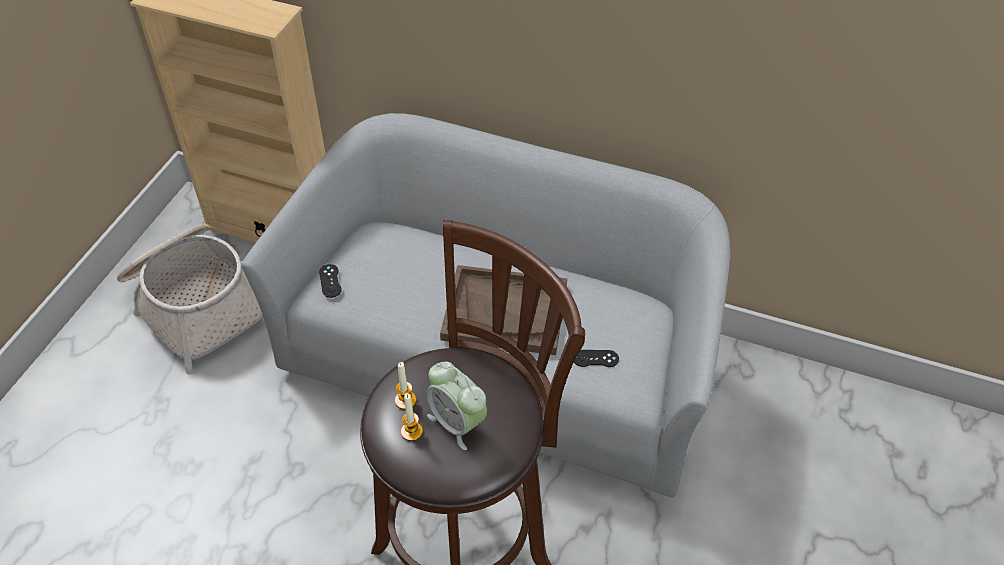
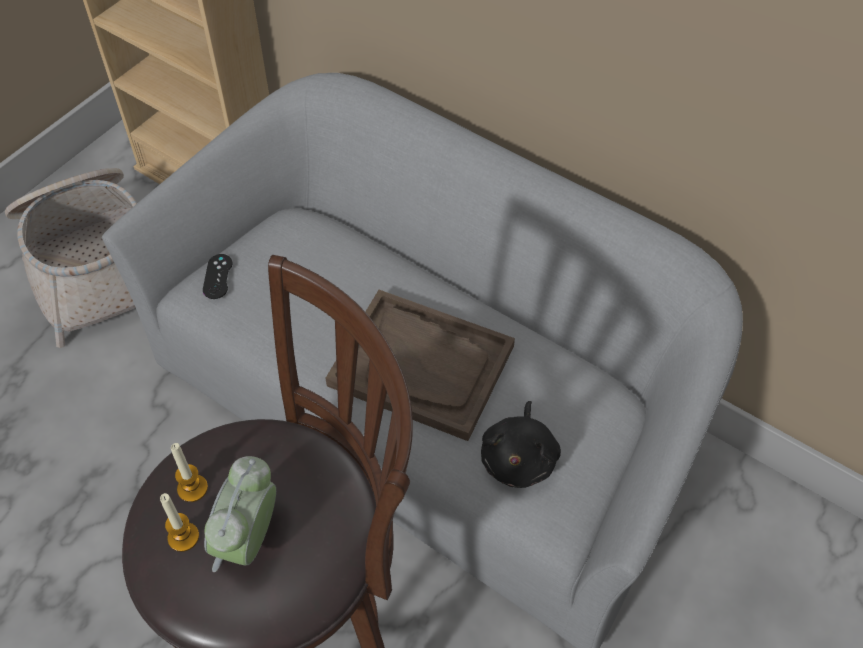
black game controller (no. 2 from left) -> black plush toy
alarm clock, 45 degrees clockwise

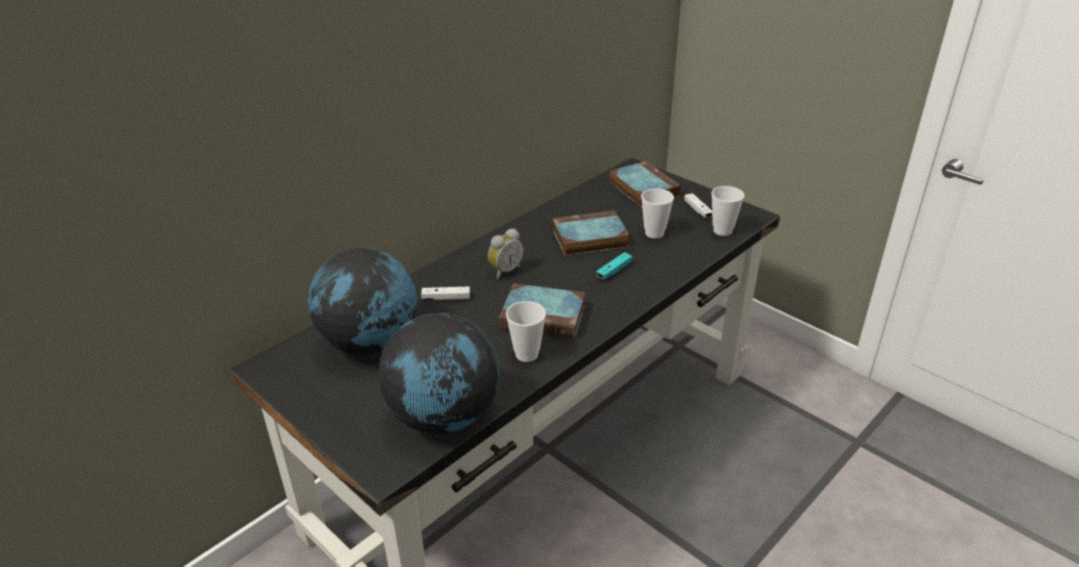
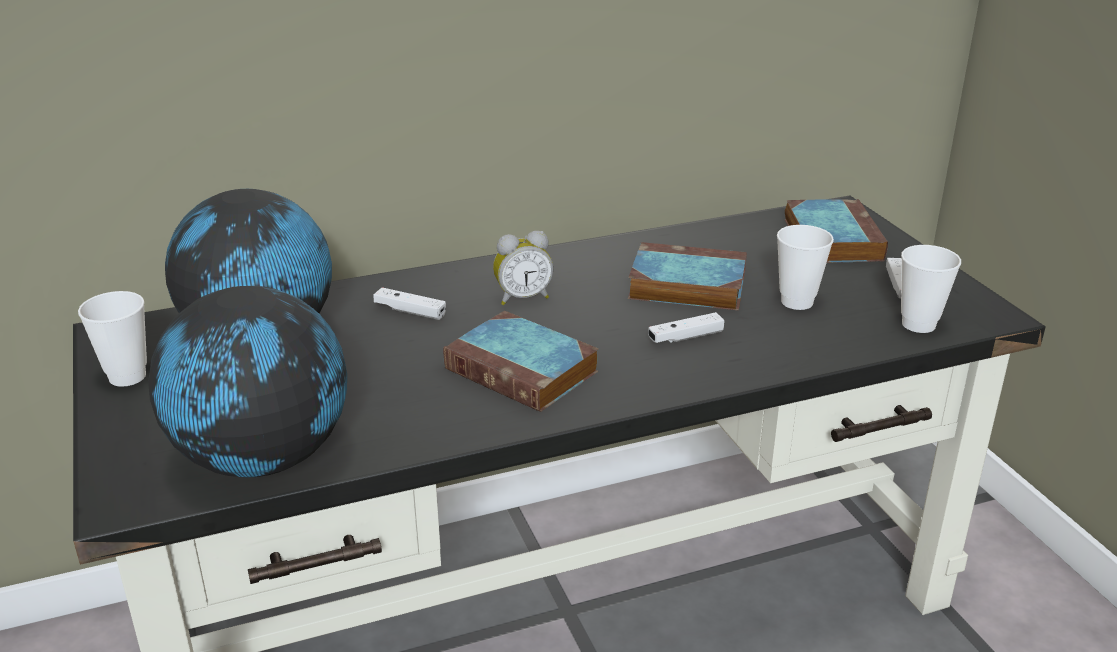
turquoise game controller -> white game controller (no. 2 from left)
cup (no. 1 from left), relocated

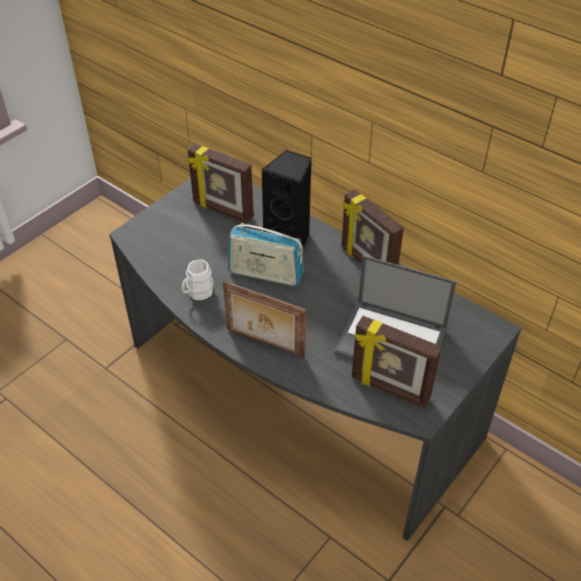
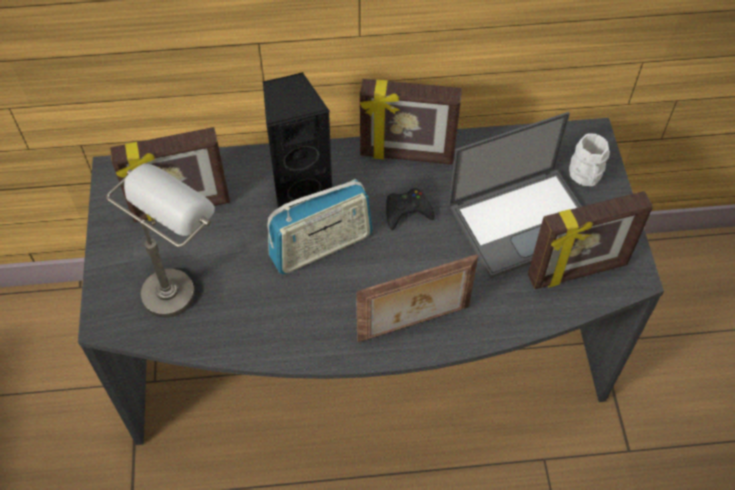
white mug, relocated
none -> grey table lamp
none -> black game controller

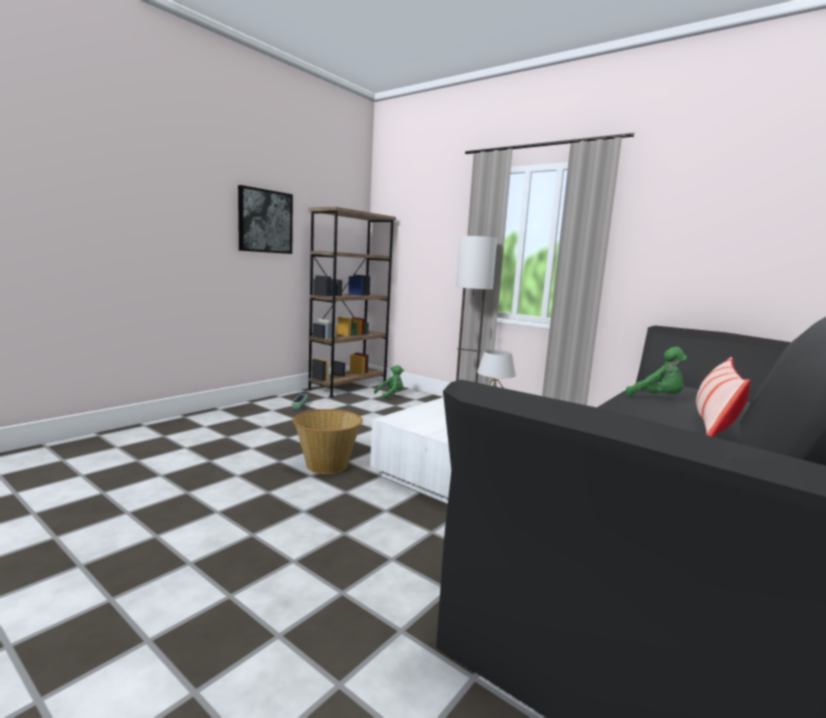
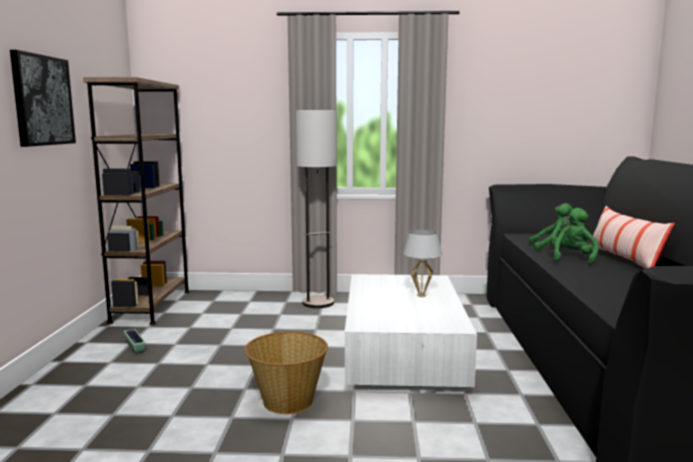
green plush toy (no. 1 from left in the first image) -> green plush toy (no. 2 from left), relocated

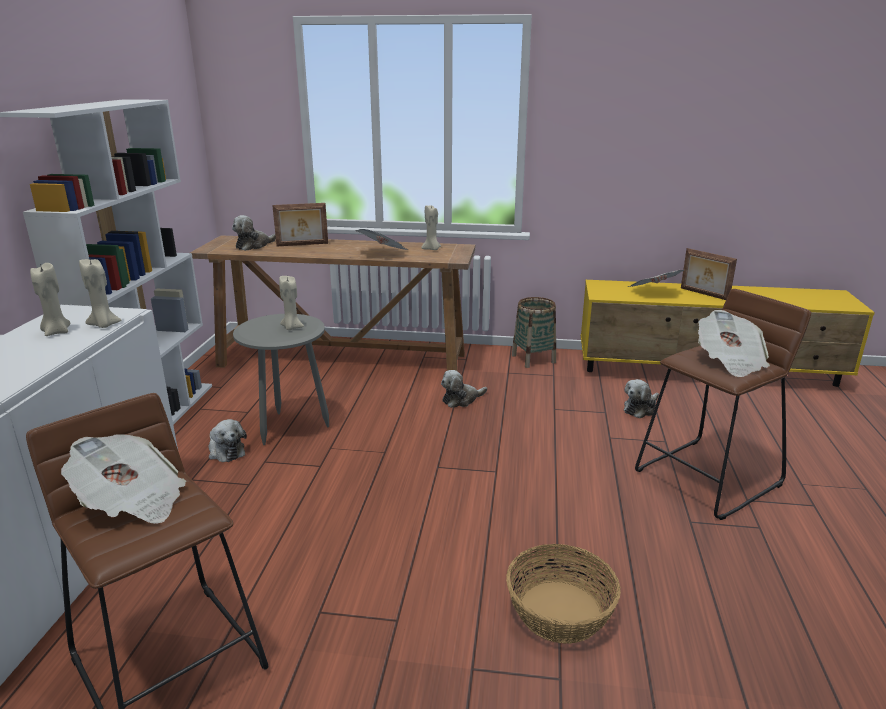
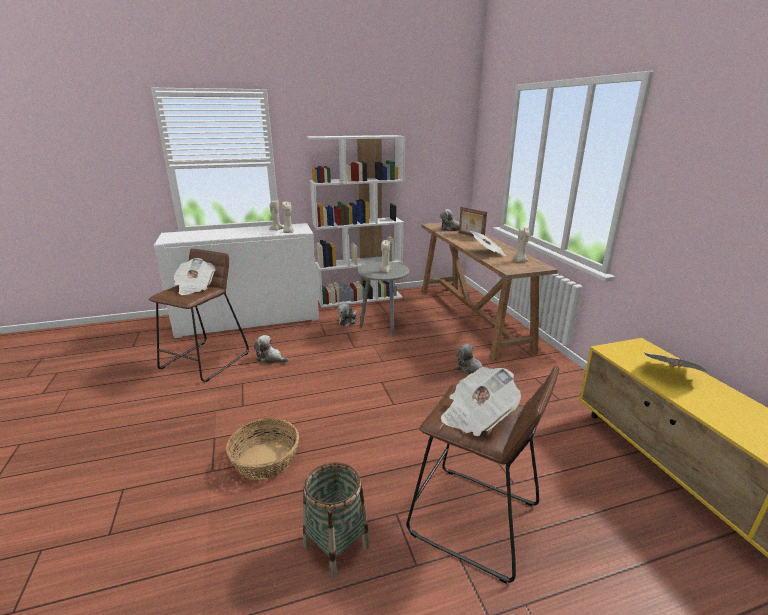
picture frame (no. 2 from left) -> none
basket (no. 1 from left in the first image) -> basket (no. 2 from left), relocated
plush toy (no. 4 from left in the first image) -> plush toy (no. 1 from left), relocated

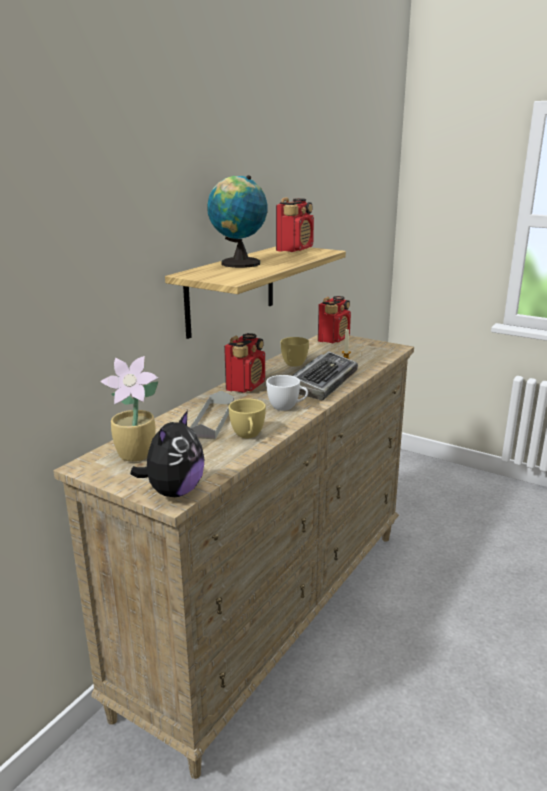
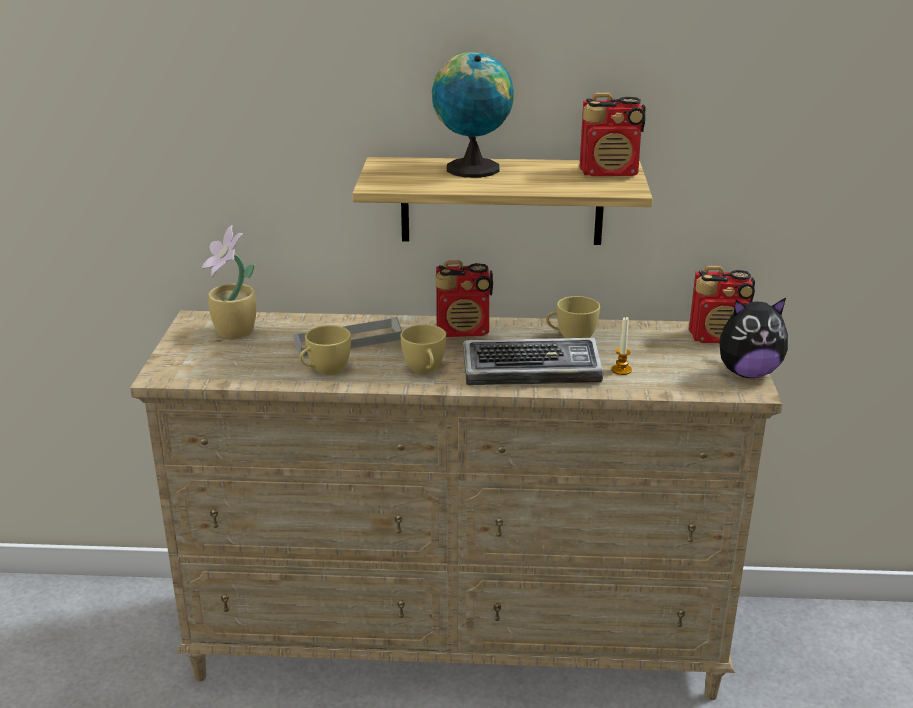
white cup -> yellow cup (no. 2 from left)
plush toy, relocated

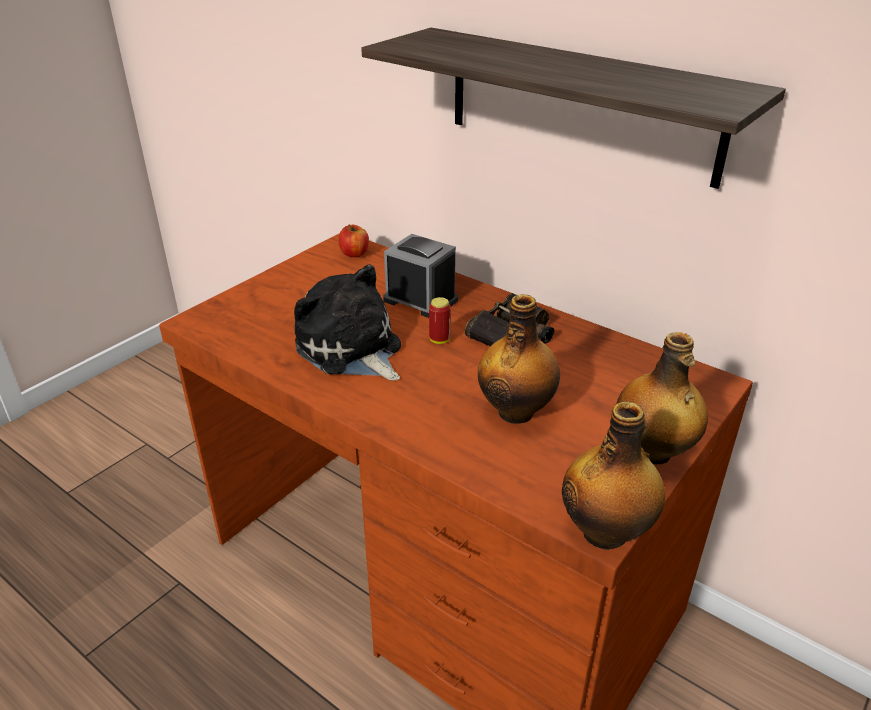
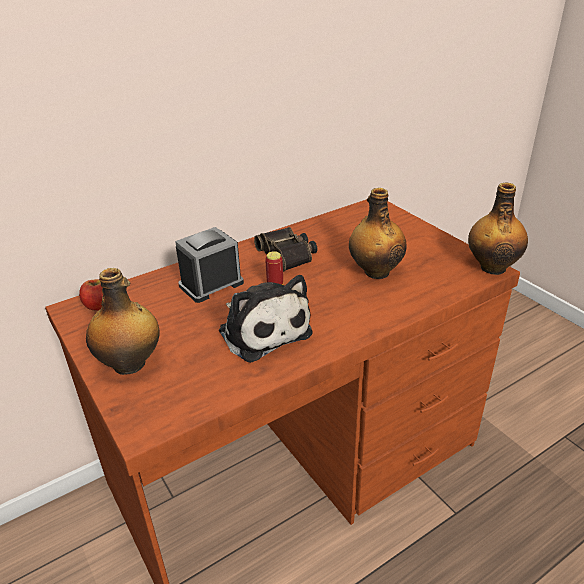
shelf -> none
plush toy, 105 degrees counterclockwise
bottle (no. 3 from left in the first image) -> bottle (no. 1 from left), relocated

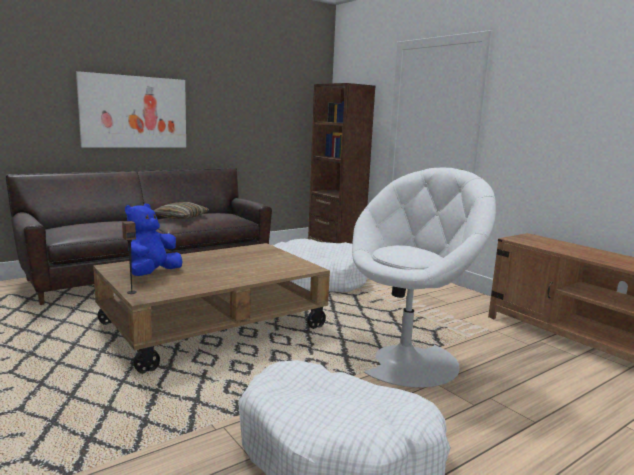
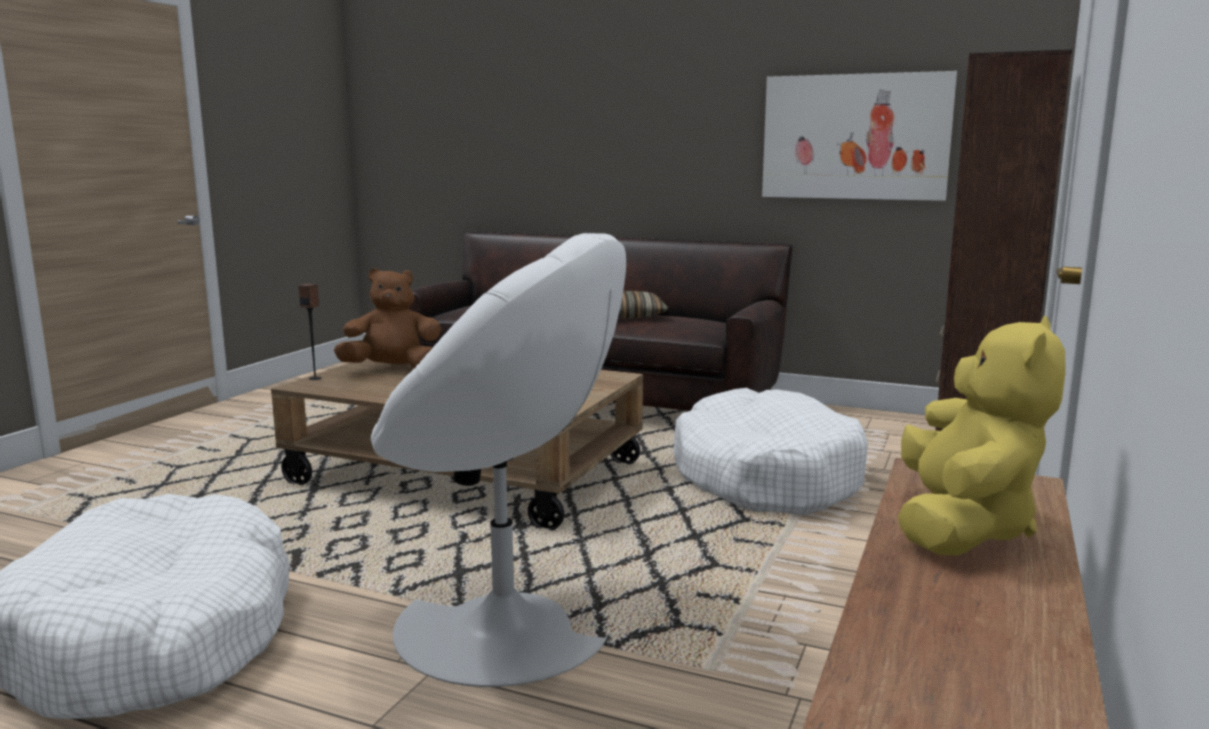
picture, relocated
blue plush toy -> brown plush toy
none -> yellow plush toy

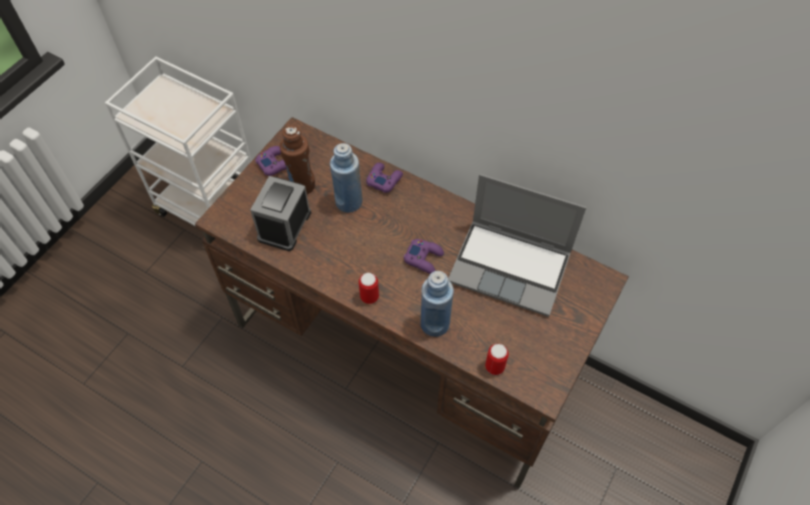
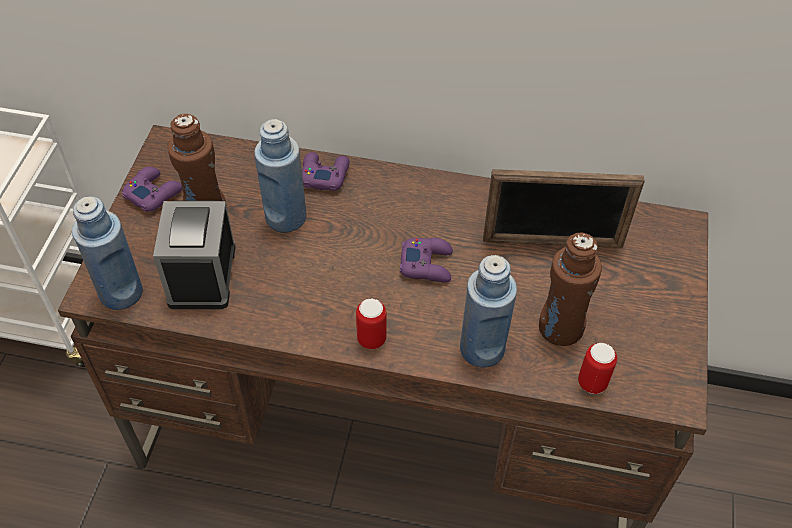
laptop -> picture frame
none -> blue bottle (no. 1 from left)
none -> brown bottle (no. 2 from left)

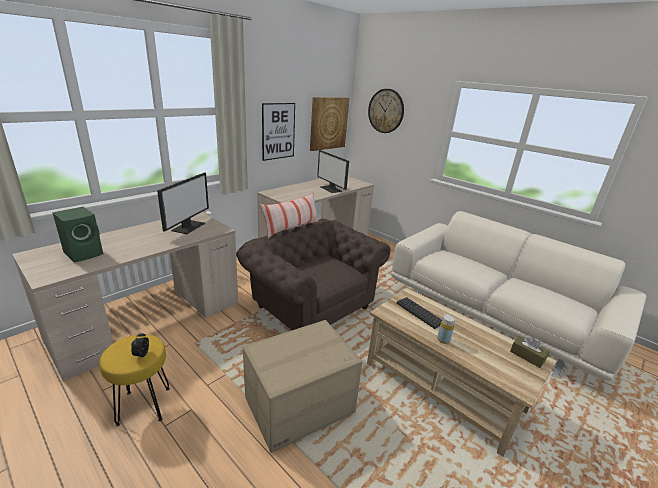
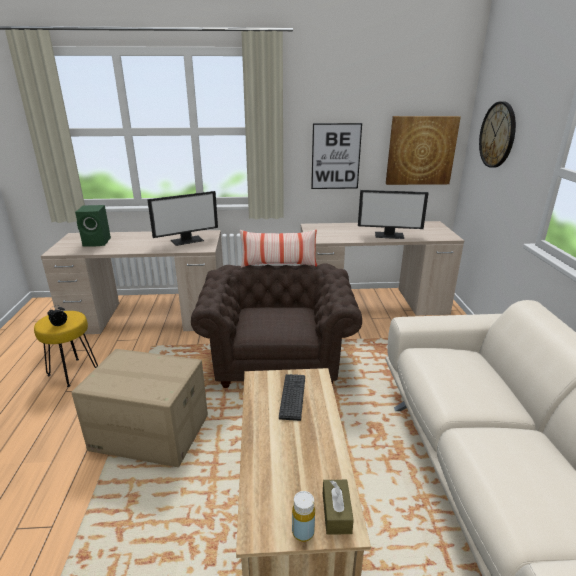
monitor (no. 2 from left), 90 degrees counterclockwise
yellow bottle, relocated

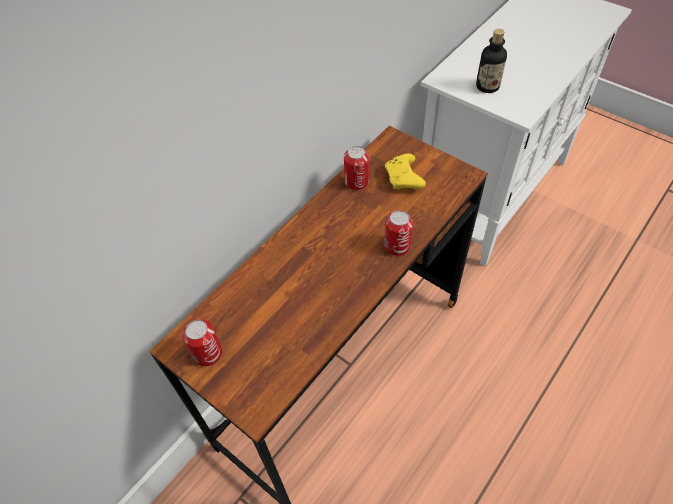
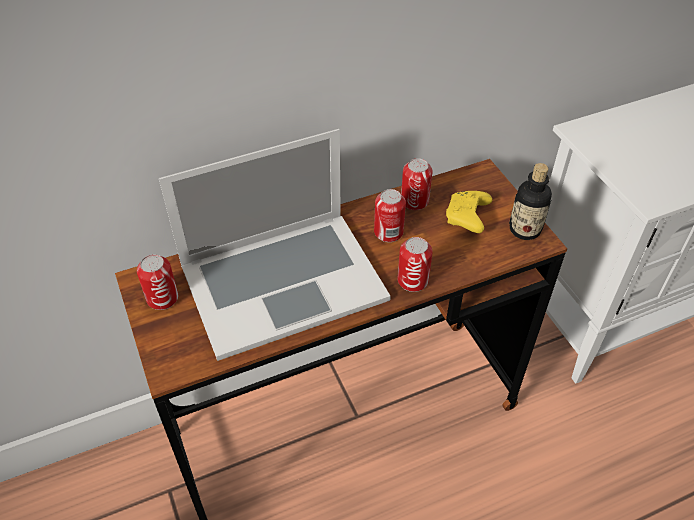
bottle, relocated
none -> laptop
none -> can (no. 2 from left)

